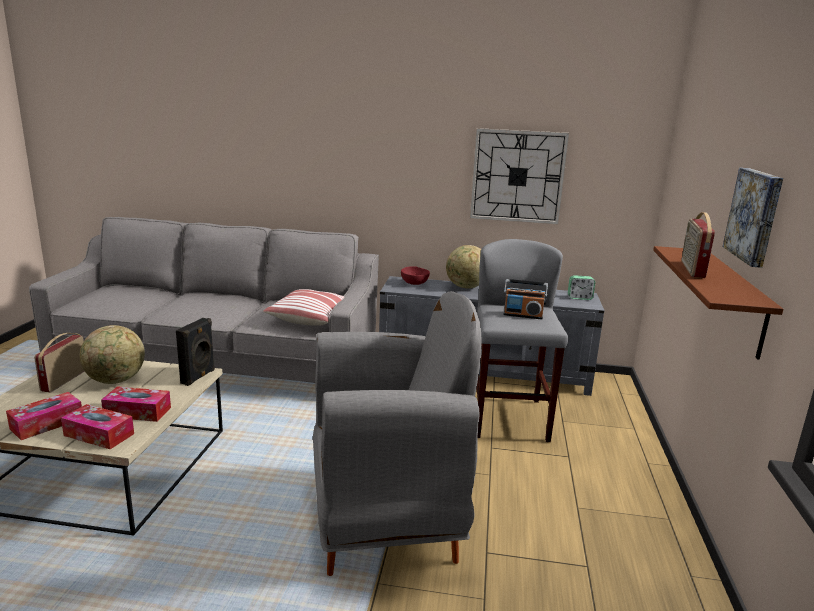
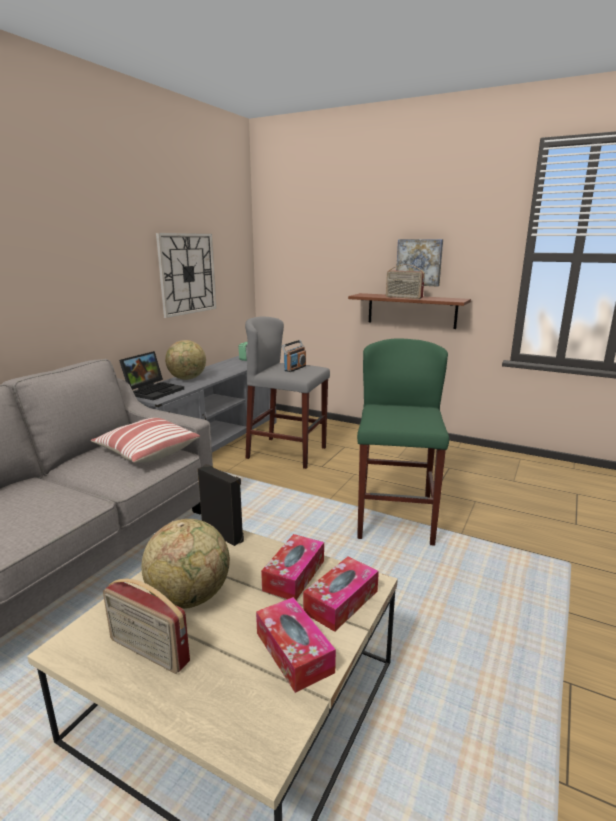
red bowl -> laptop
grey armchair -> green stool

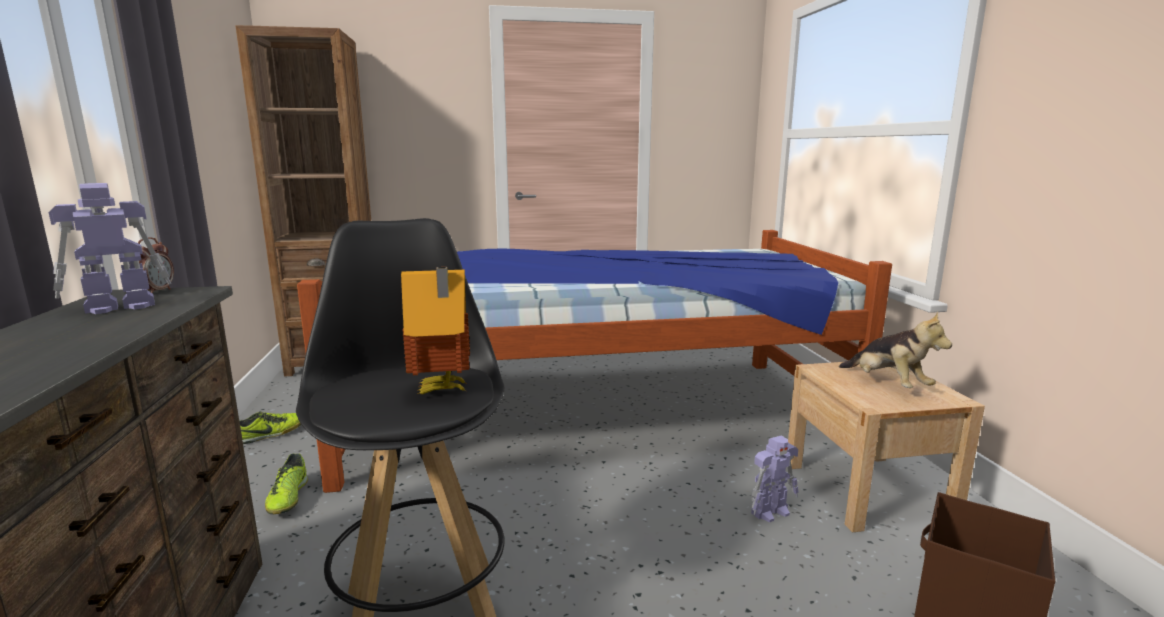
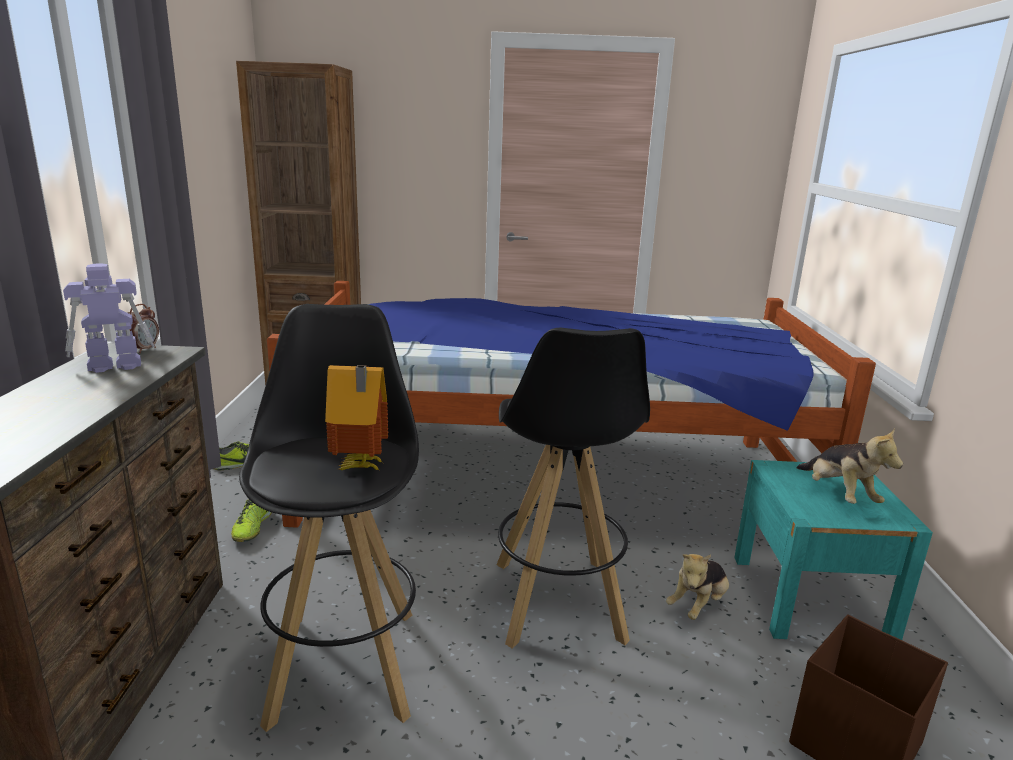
beige nightstand -> turquoise nightstand
toy robot (no. 2 from left) -> plush toy (no. 1 from left)
none -> black stool (no. 2 from left)

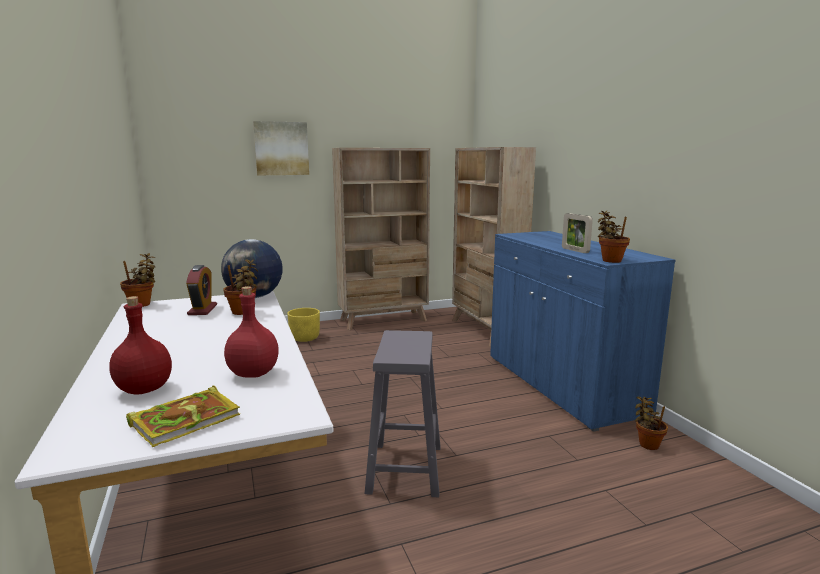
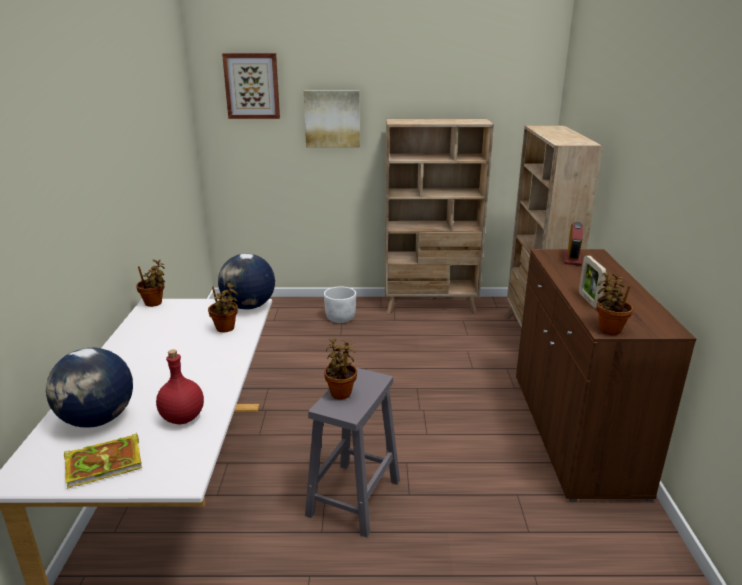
blue cabinet -> brown cabinet
alarm clock, relocated
red bottle (no. 1 from left) -> globe (no. 1 from left)
yellow planter -> white planter
potted plant (no. 4 from left in the first image) -> potted plant (no. 3 from left), relocated
none -> picture (no. 1 from left)

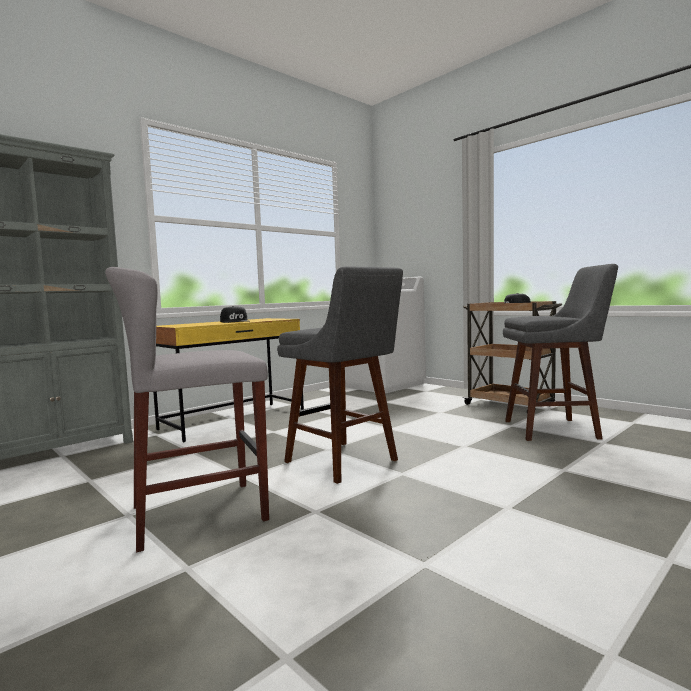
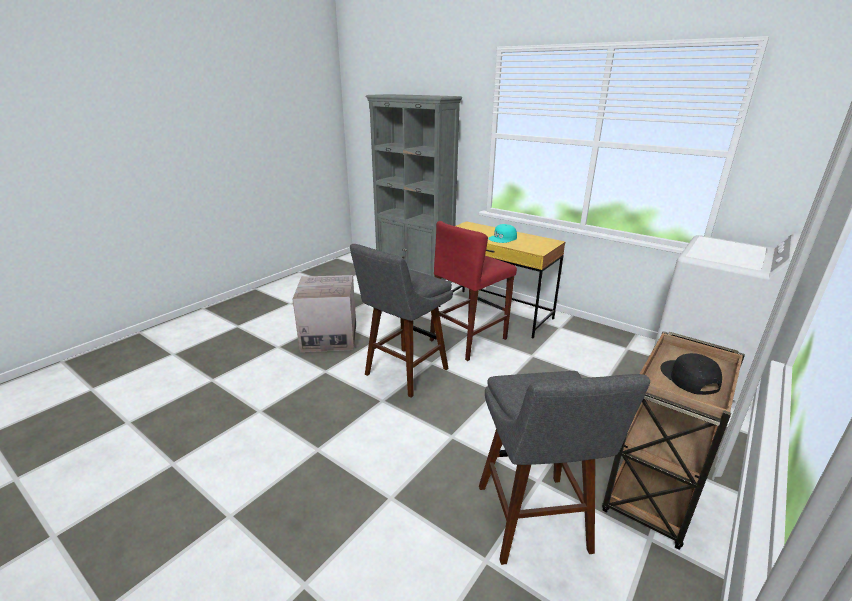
grey stool (no. 1 from left) -> cardboard box
black cap (no. 1 from left) -> turquoise cap
none -> red stool

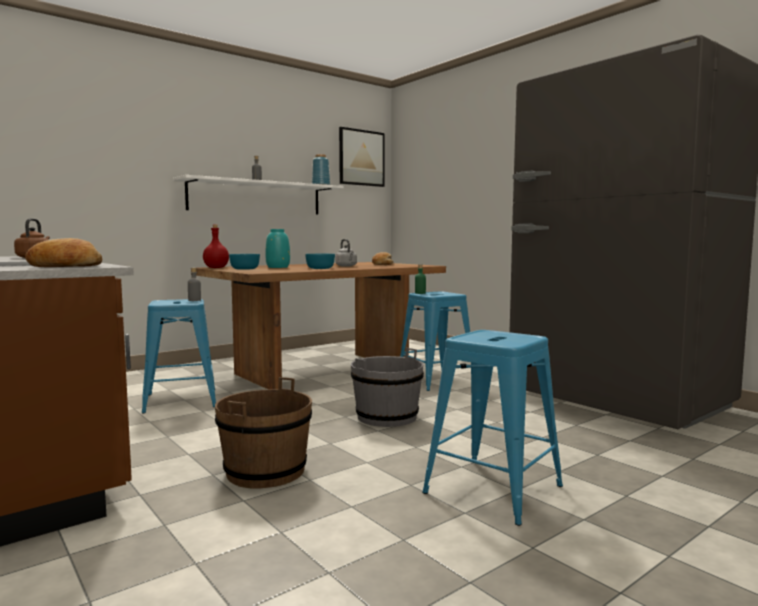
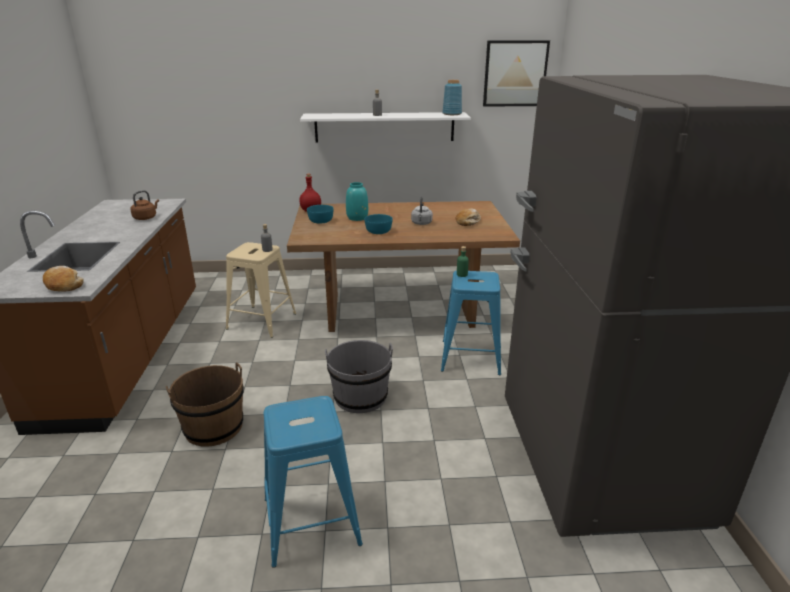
blue stool (no. 1 from left) -> beige stool

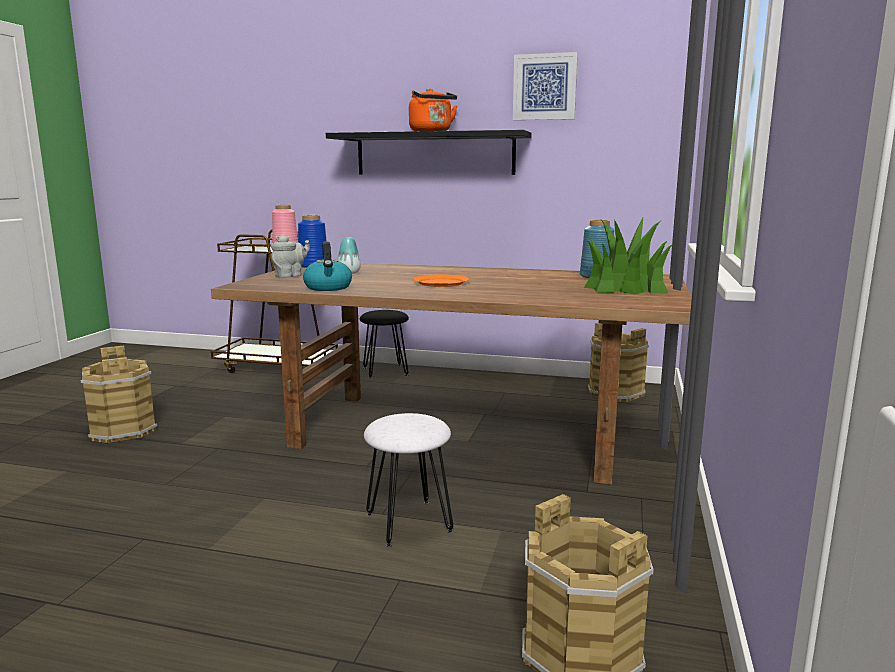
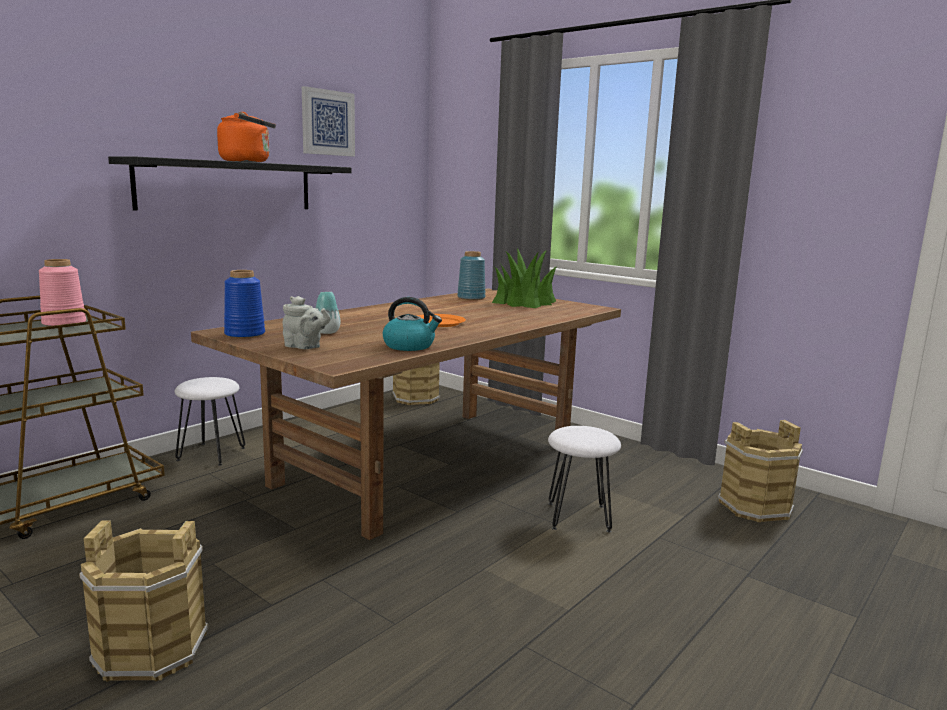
grey teapot, 135 degrees clockwise
black stool -> white stool (no. 1 from left)

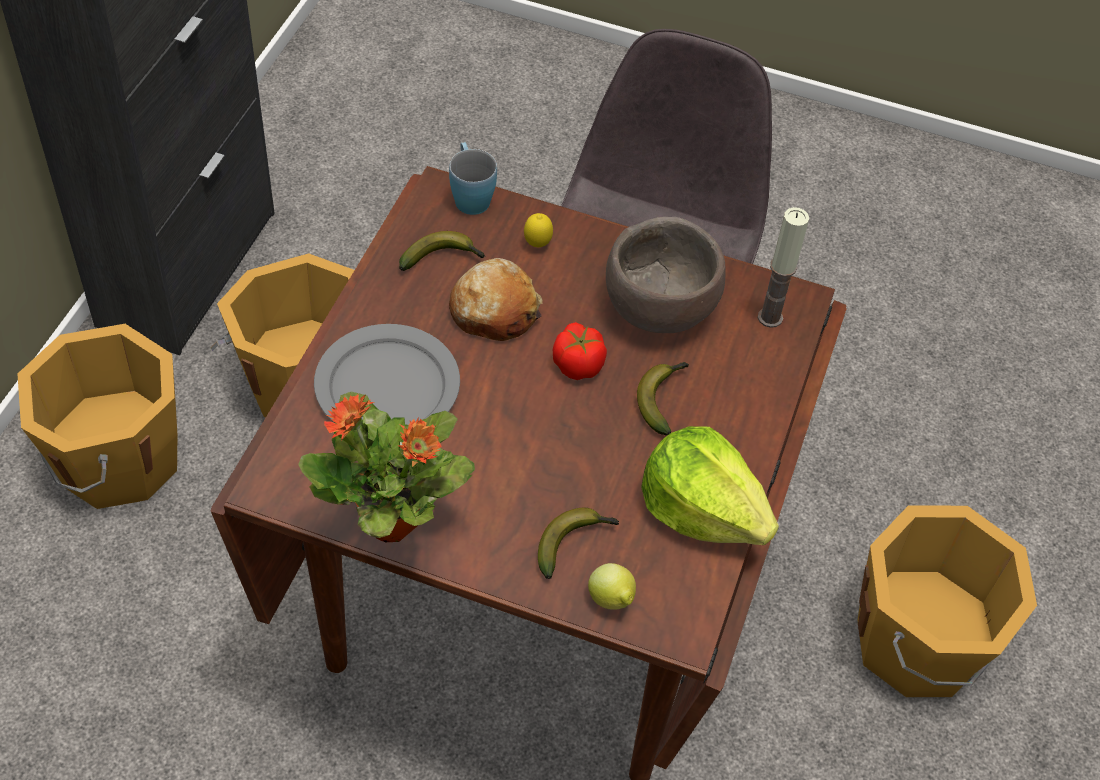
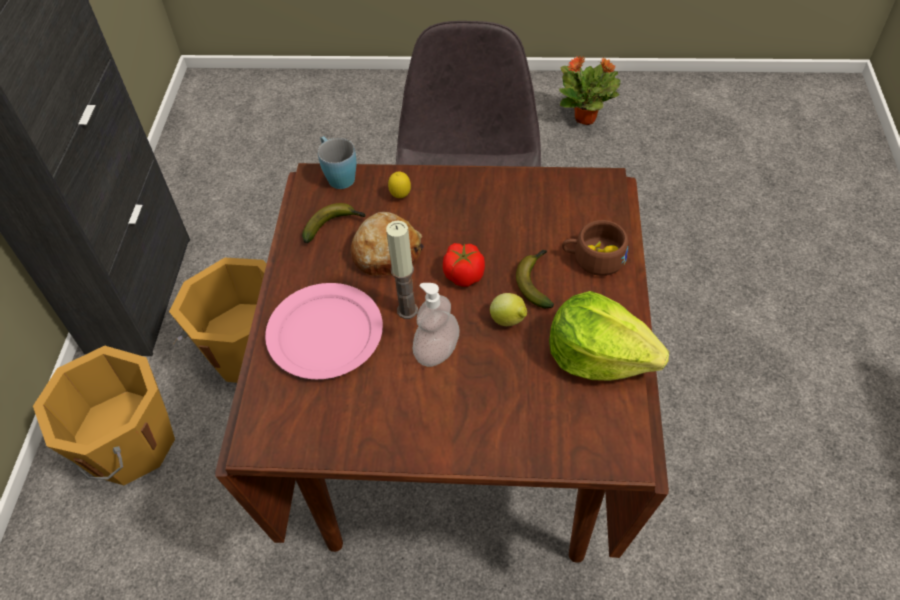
candle, relocated
brown bowl -> none
grey plate -> pink plate
potted plant, relocated
orange bucket (no. 3 from left) -> none
banana (no. 2 from left) -> none
lemon (no. 2 from left), relocated
none -> brown cup
none -> soap dispenser

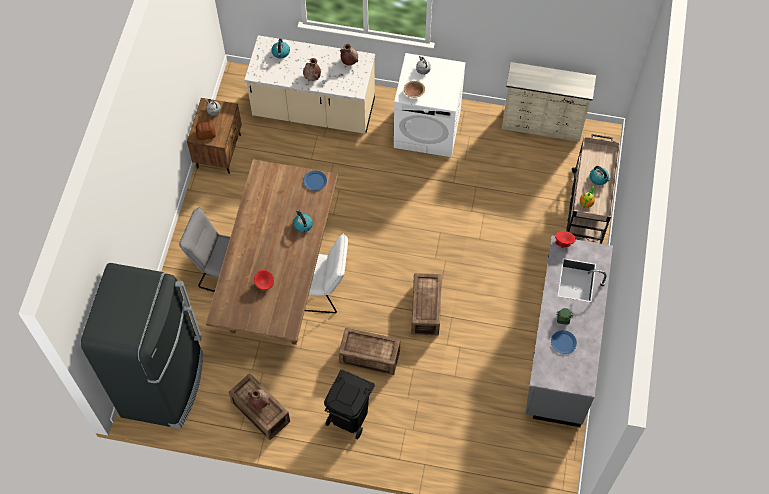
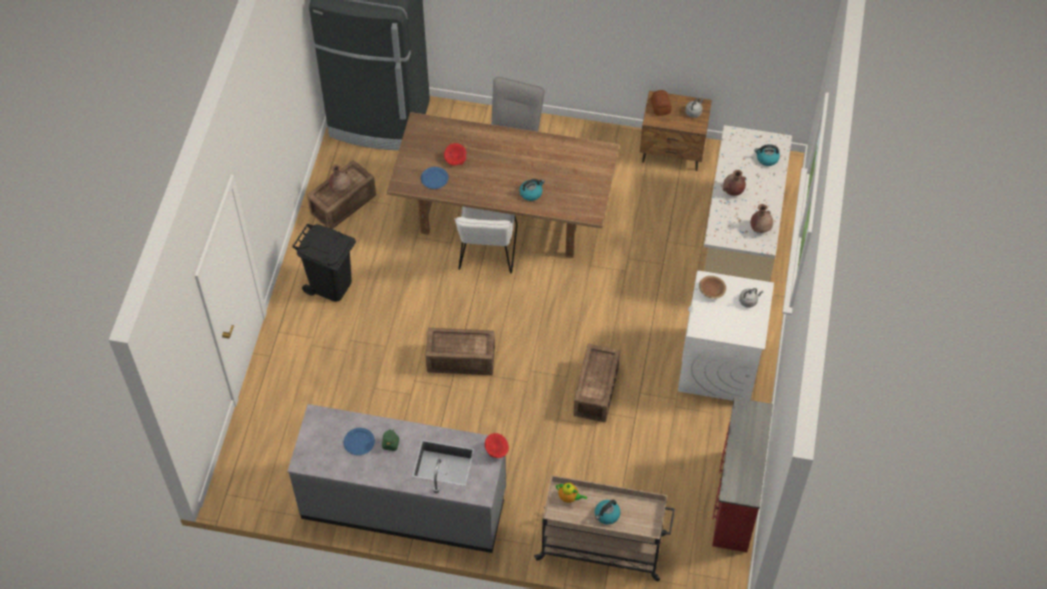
beige dresser -> red dresser
blue plate (no. 1 from left in the first image) -> blue plate (no. 2 from left), relocated
crate (no. 2 from left in the first image) -> crate (no. 3 from left), relocated

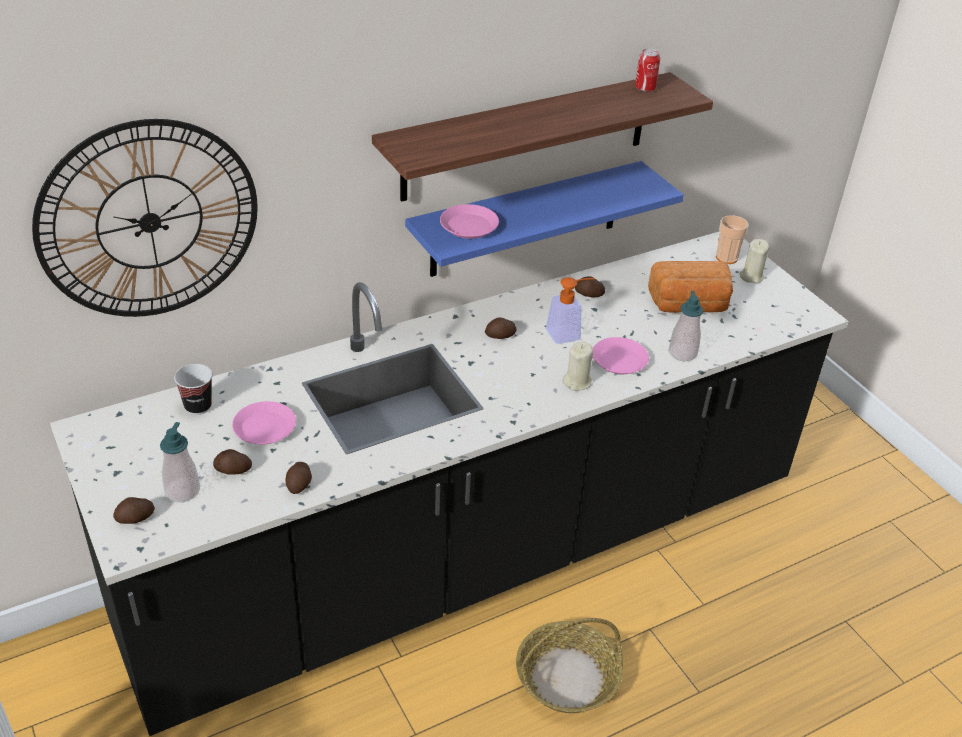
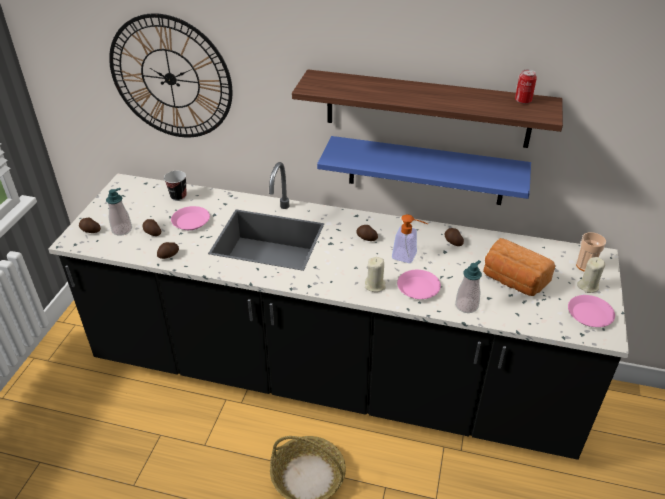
pink plate (no. 2 from left in the first image) -> pink plate (no. 3 from left), relocated

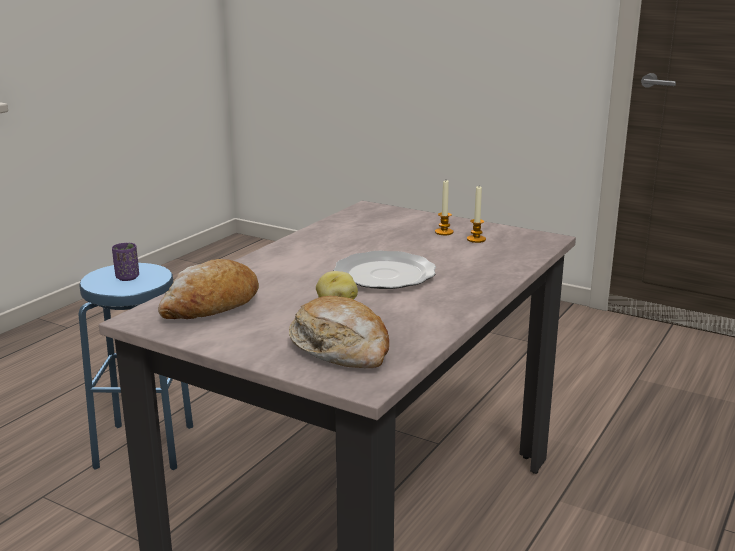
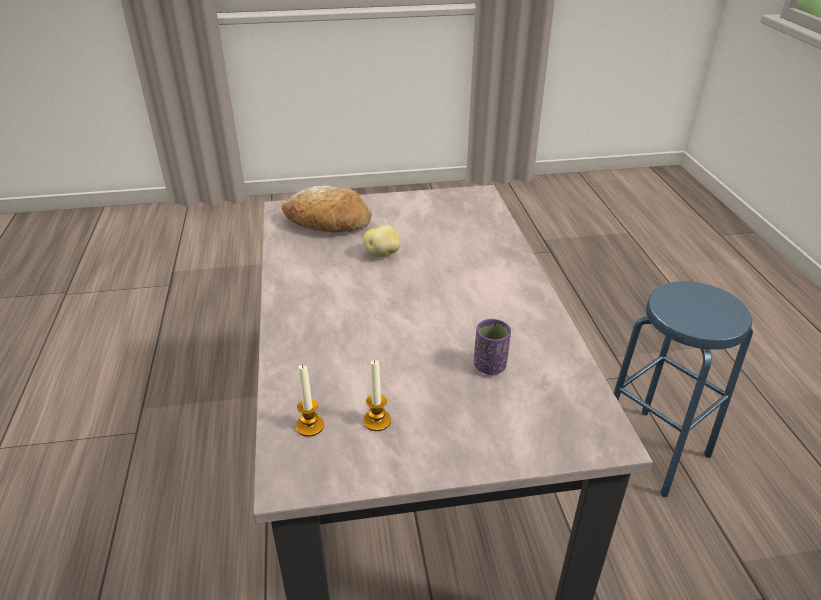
candle (no. 1 from left), relocated
purple cup, relocated
plate -> none
bread (no. 1 from left) -> none

